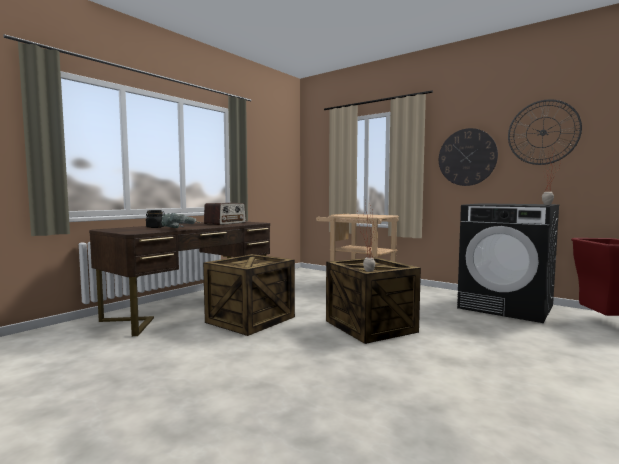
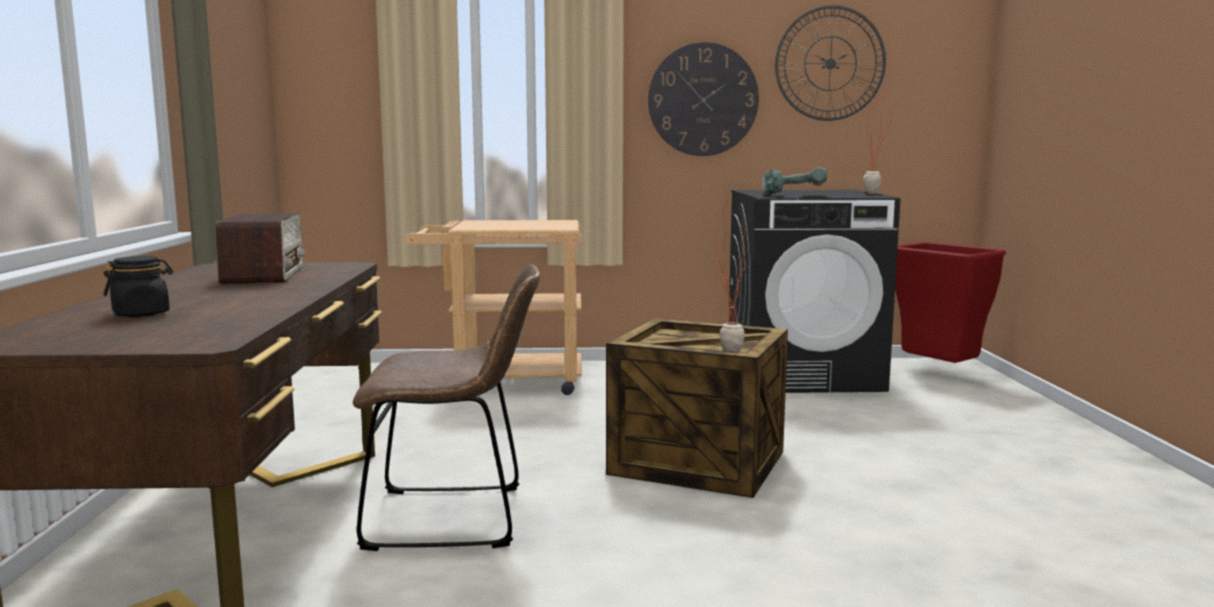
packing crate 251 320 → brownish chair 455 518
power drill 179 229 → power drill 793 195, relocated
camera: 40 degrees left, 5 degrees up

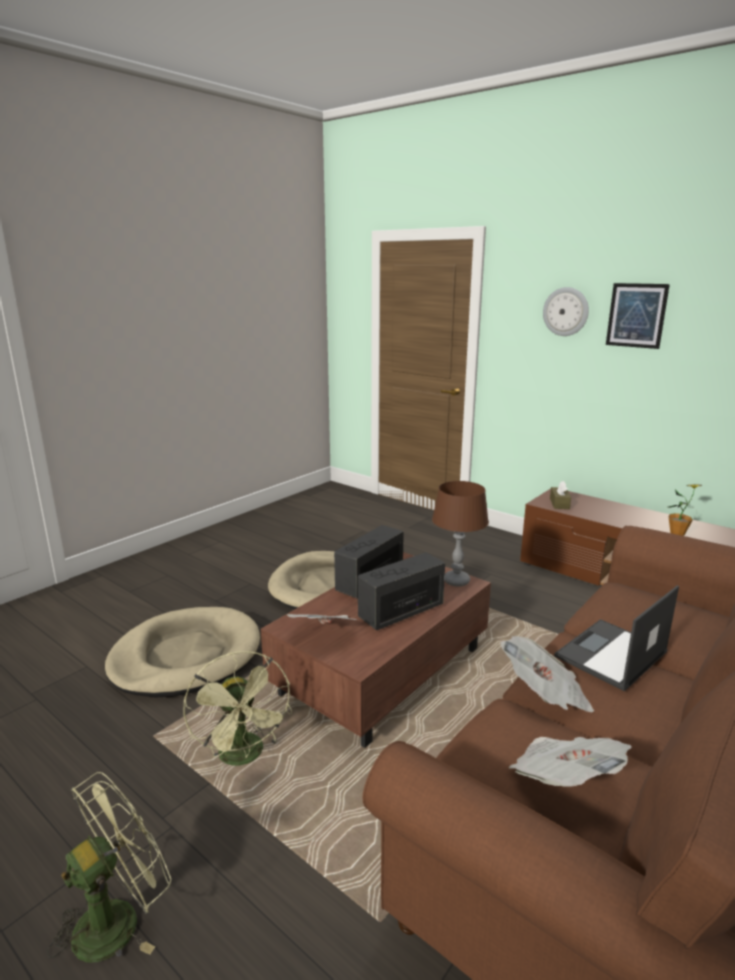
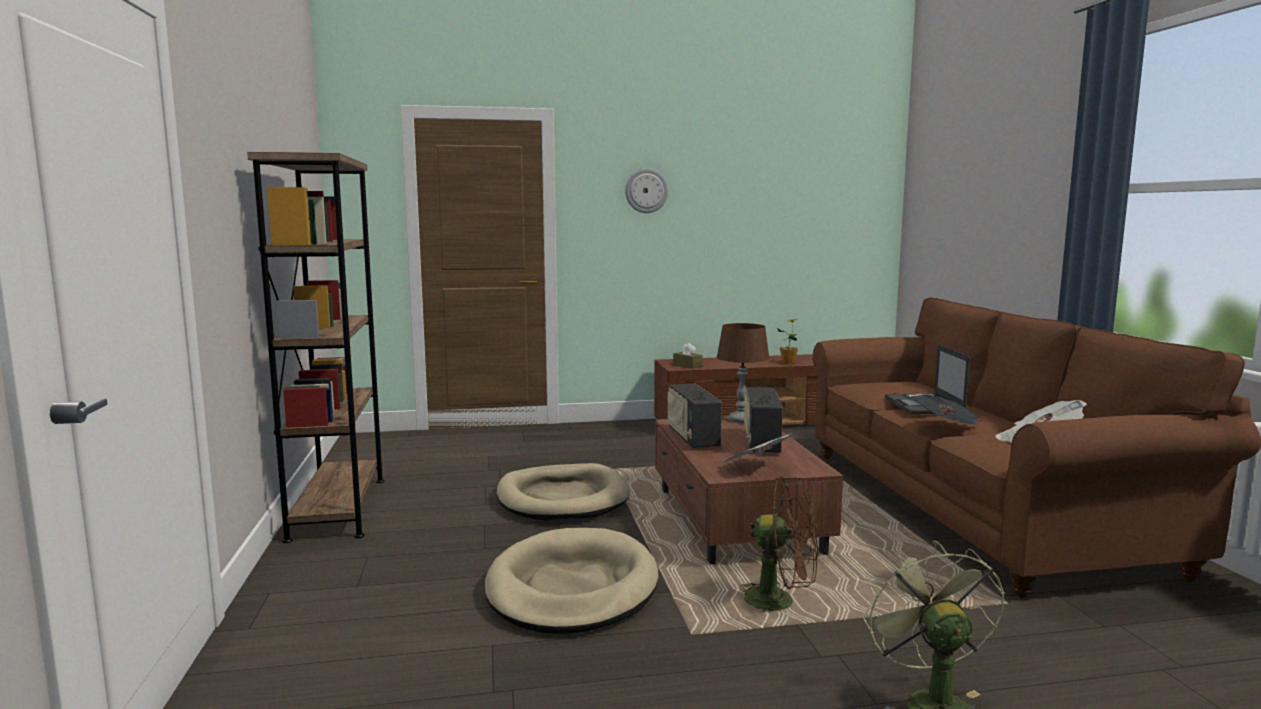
- → brownish shelving unit 338 508
green fan 245 757 → brownish fan 780 601
picture 636 315 → -
camera: 50 degrees left, 10 degrees down

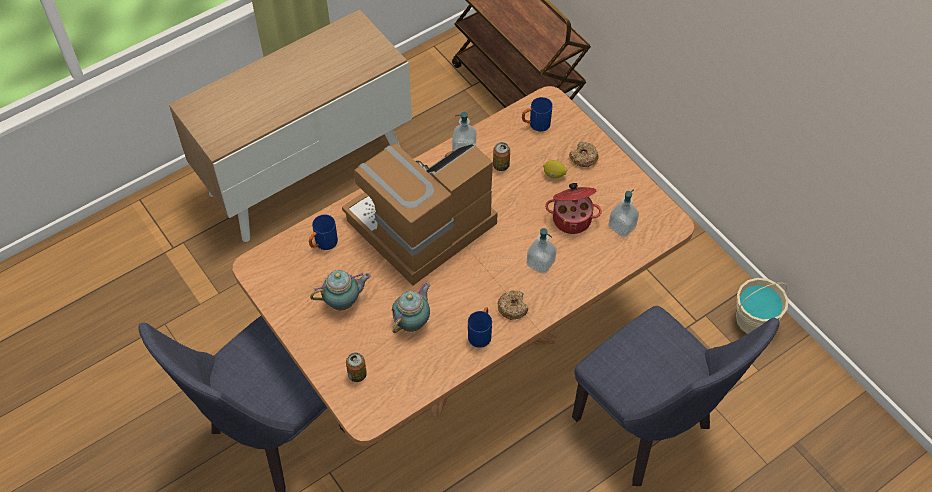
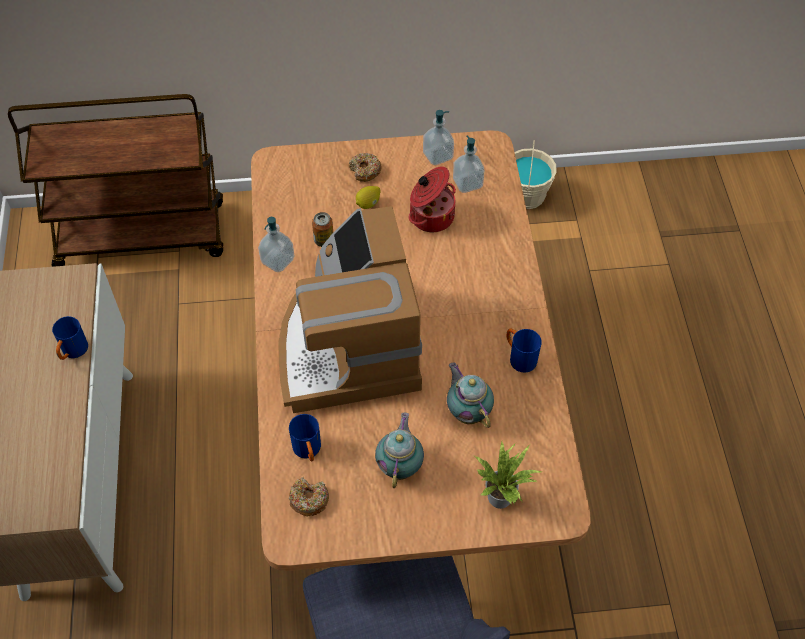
blue tea mug 535 125 → blue tea mug 73 352, relocated
donut 512 307 → donut 309 499, relocated
soap bottle 540 263 → soap bottle 438 156, relocated
metal can 357 374 → houseplant 502 496
blue chair 649 430 → -
camera: 60 degrees left, 0 degrees up

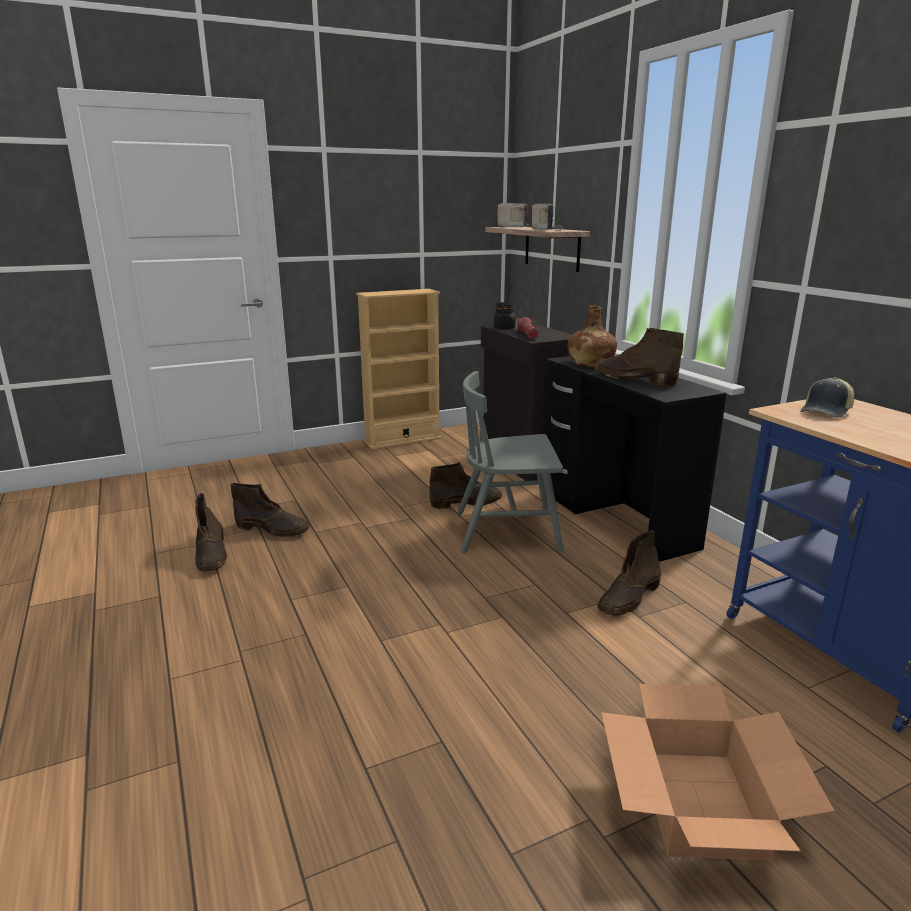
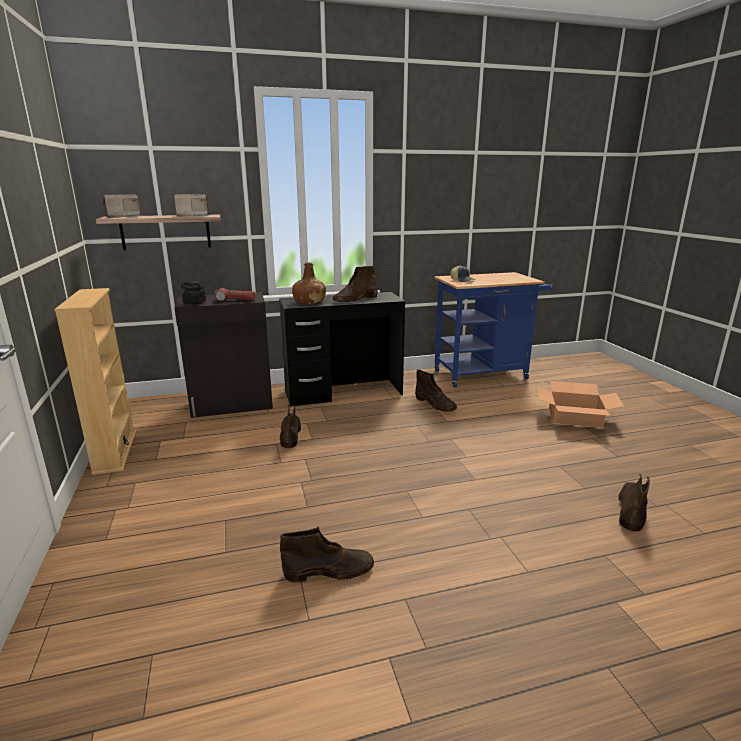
brownish tall boot 273 529 → brownish tall boot 631 509, relocated
greyish chair 508 531 → -
camera: 80 degrees left, 0 degrees up

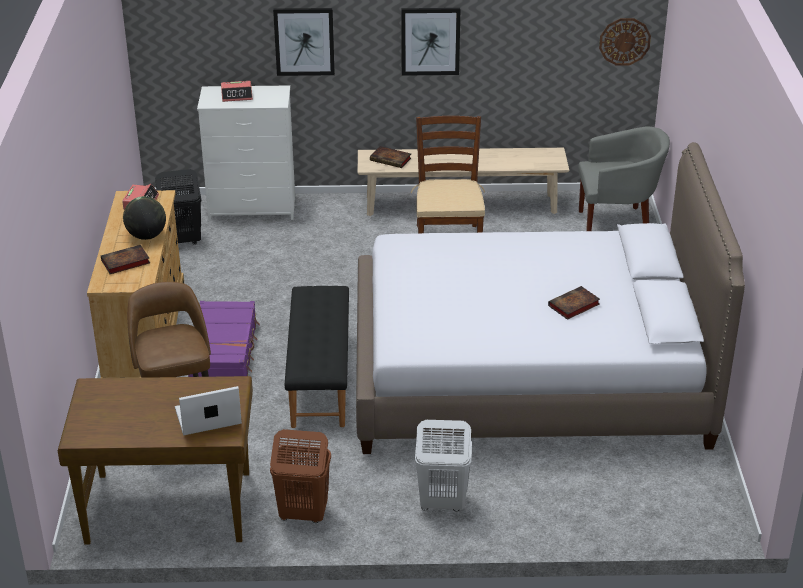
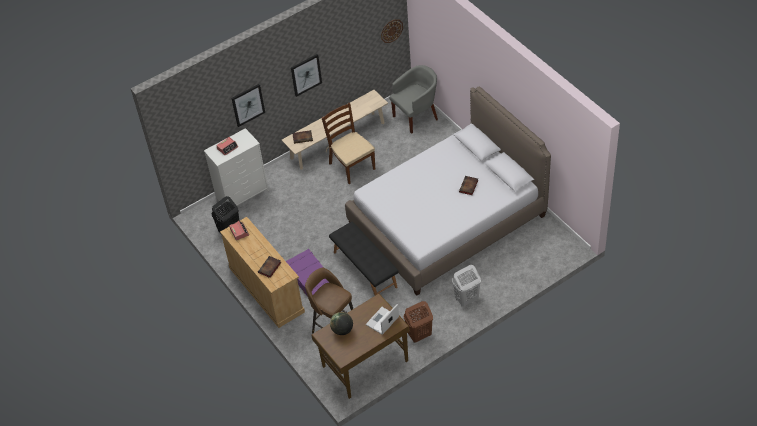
world globe 147 236 → world globe 342 330, relocated
camera: 30 degrees left, 15 degrees up

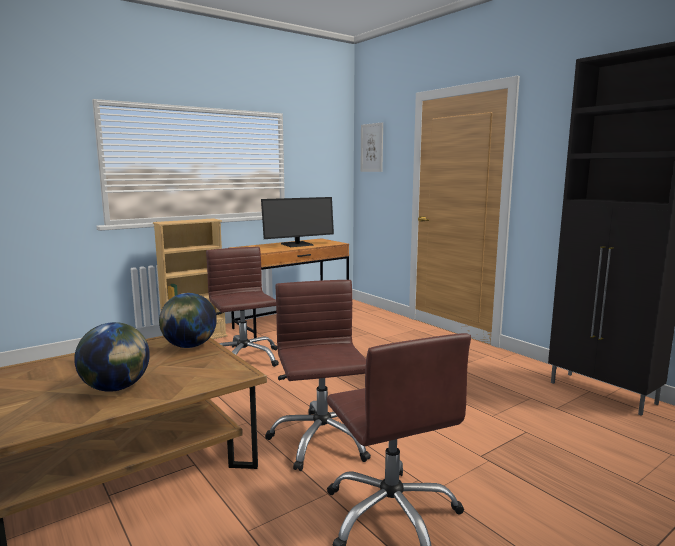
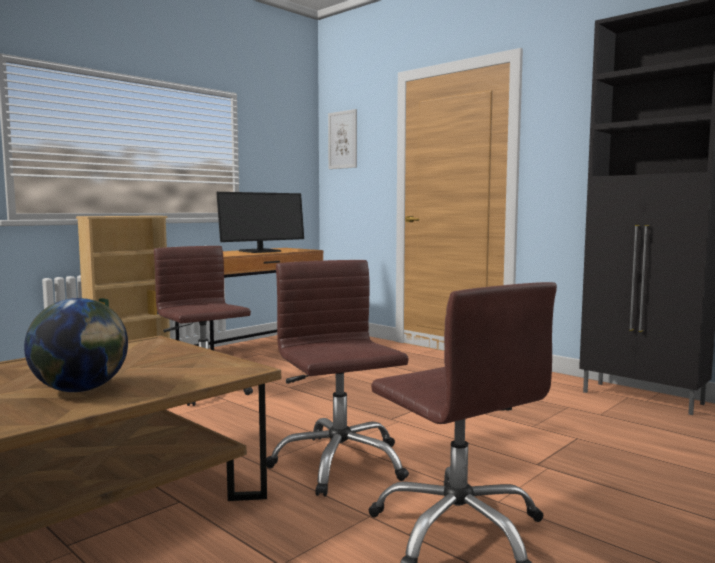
world globe 189 346 → -
camera: 10 degrees left, 5 degrees down

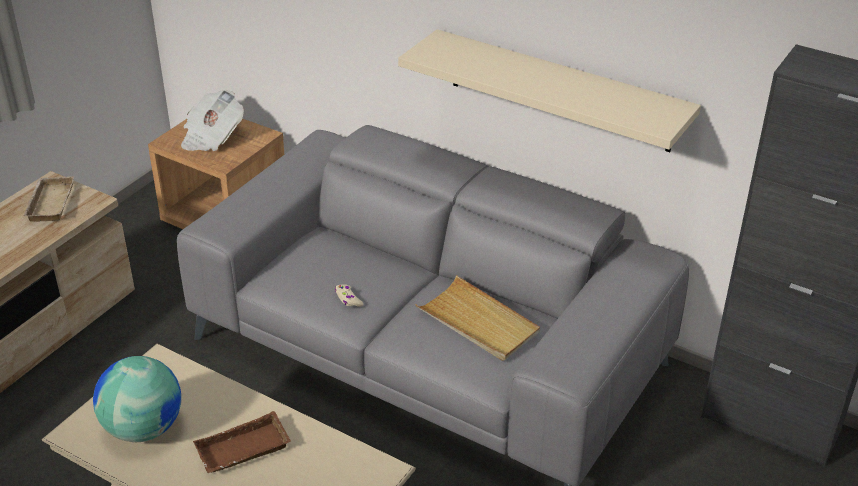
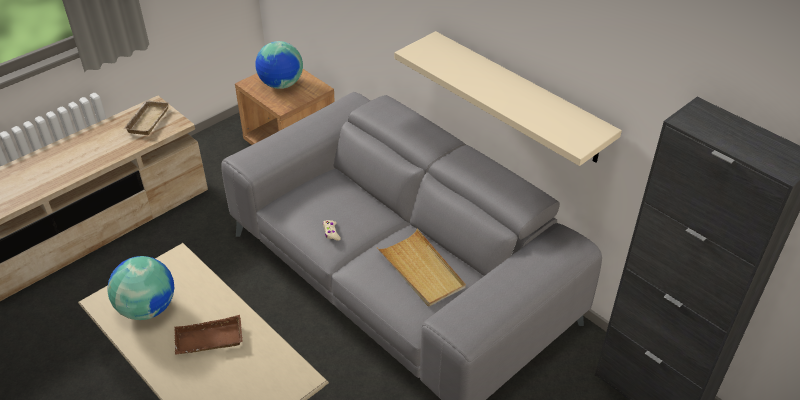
newspaper 212 137 → world globe 281 85
camera: 15 degrees right, 5 degrees up

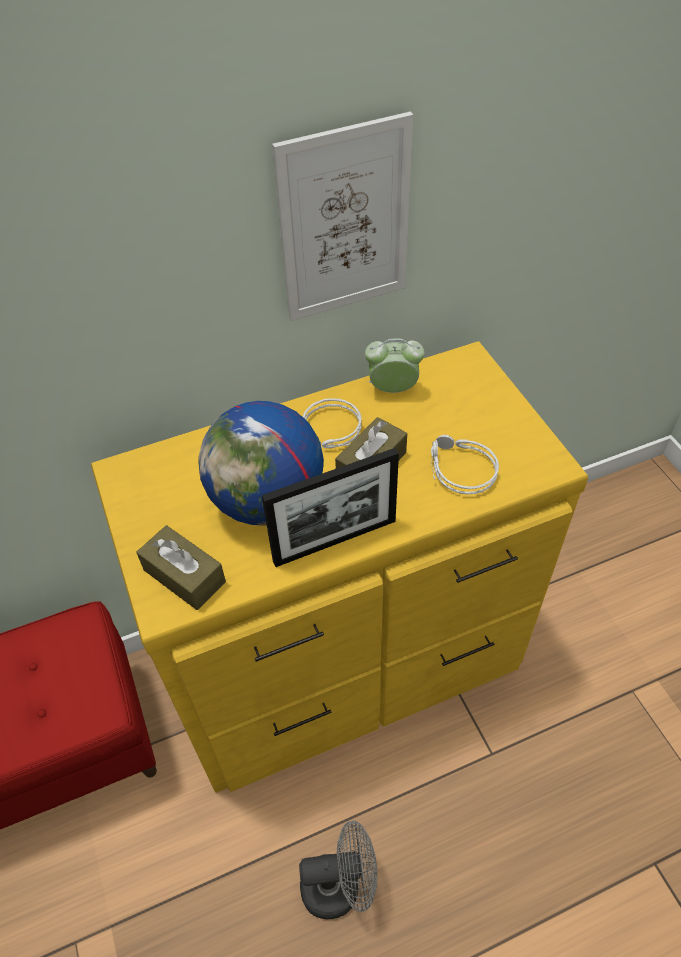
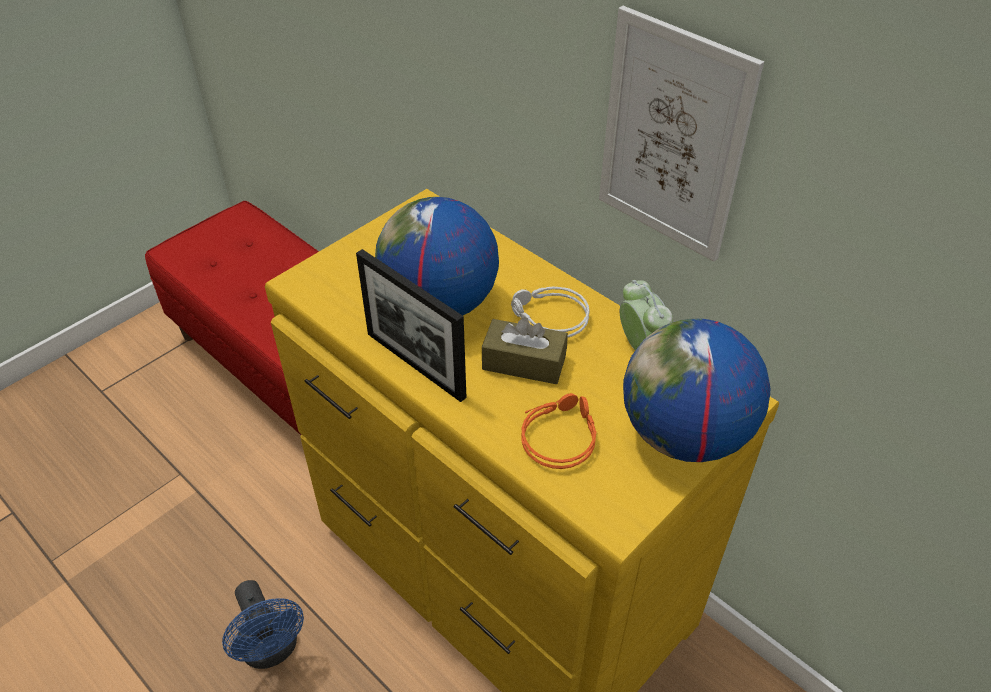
greyish fan 340 885 → blue fan 272 650
greyish headphones 459 469 → orange headphones 558 435
- → world globe 684 435
brownish box of tissues 184 576 → -
camera: 65 degrees right, 5 degrees down

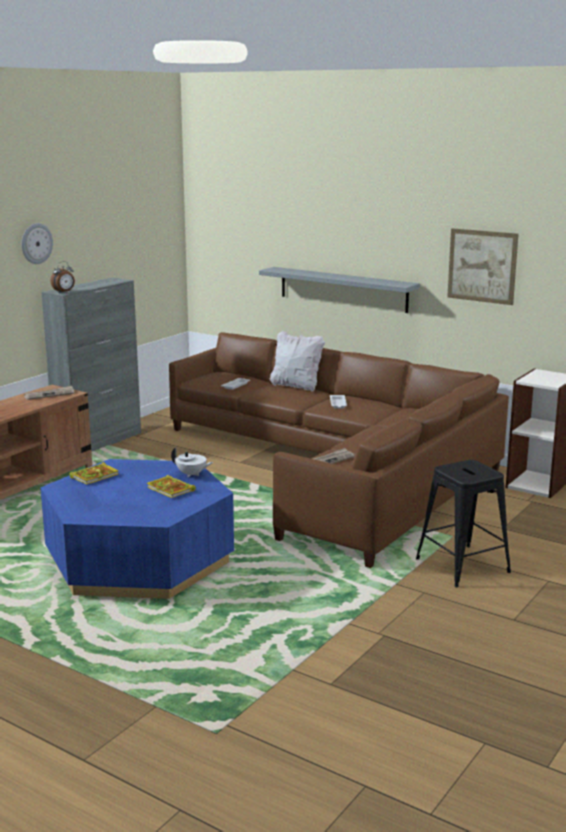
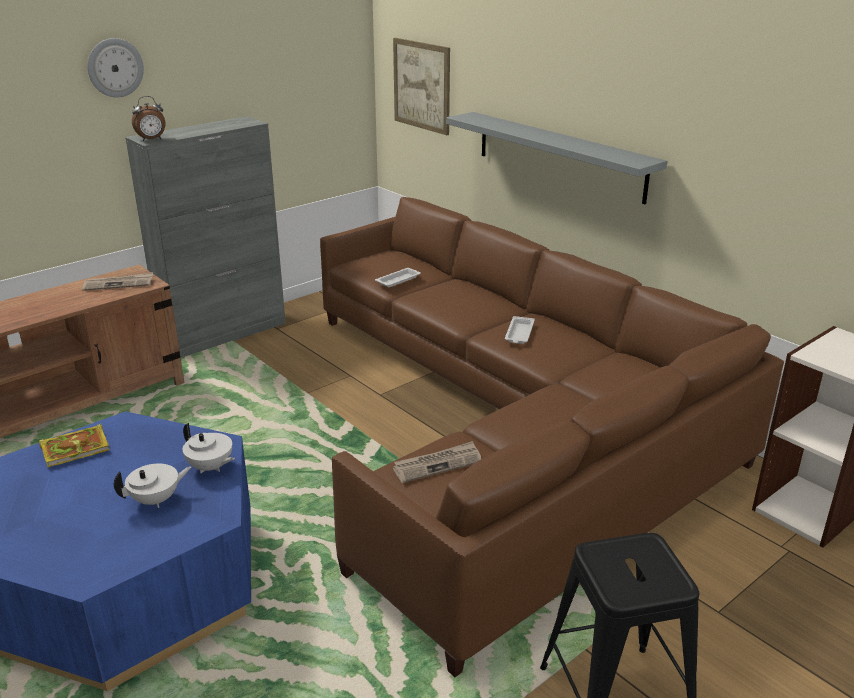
book 171 489 → whitish teapot 156 500
picture 482 266 → picture 422 85, relocated
whitish pillow 296 386 → -
camera: 15 degrees right, 10 degrees up

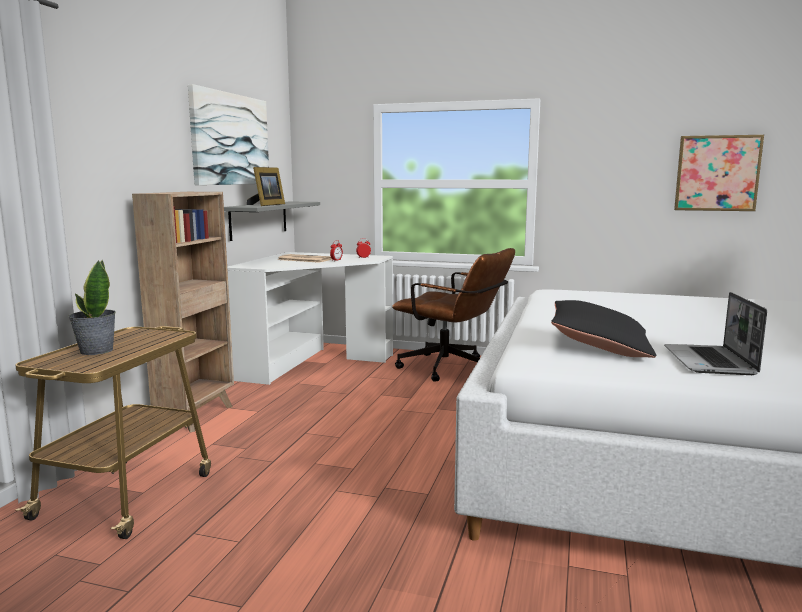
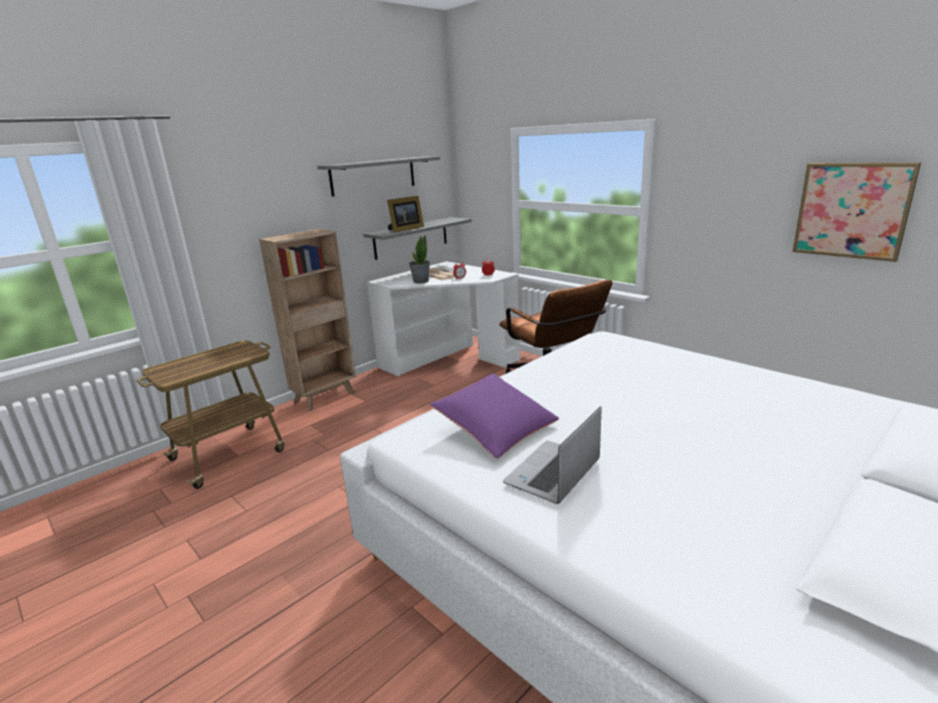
picture 230 139 → greyish bracket shelf 373 176
houseplant 96 351 → houseplant 420 281, relocated
blackish pillow 599 346 → purple-coloured pillow 495 429
camera: 30 degrees right, 10 degrees up

